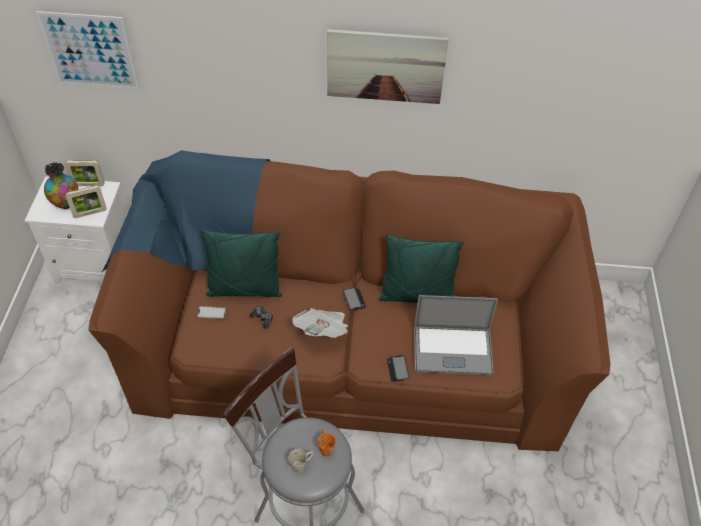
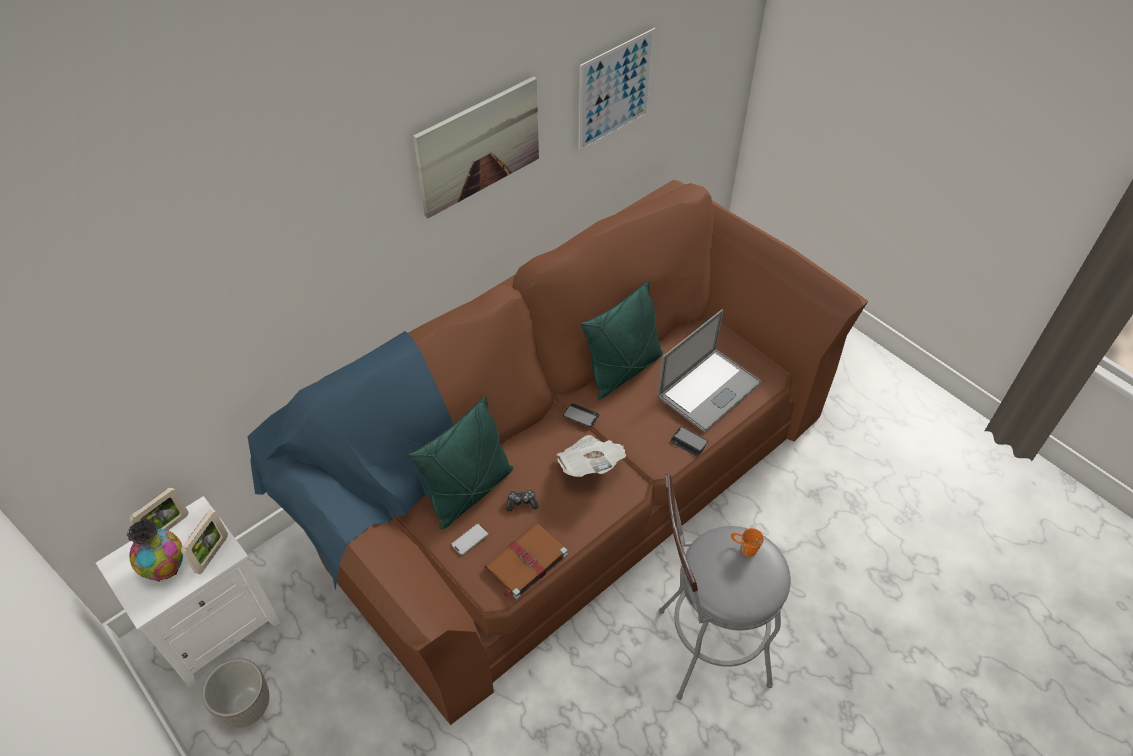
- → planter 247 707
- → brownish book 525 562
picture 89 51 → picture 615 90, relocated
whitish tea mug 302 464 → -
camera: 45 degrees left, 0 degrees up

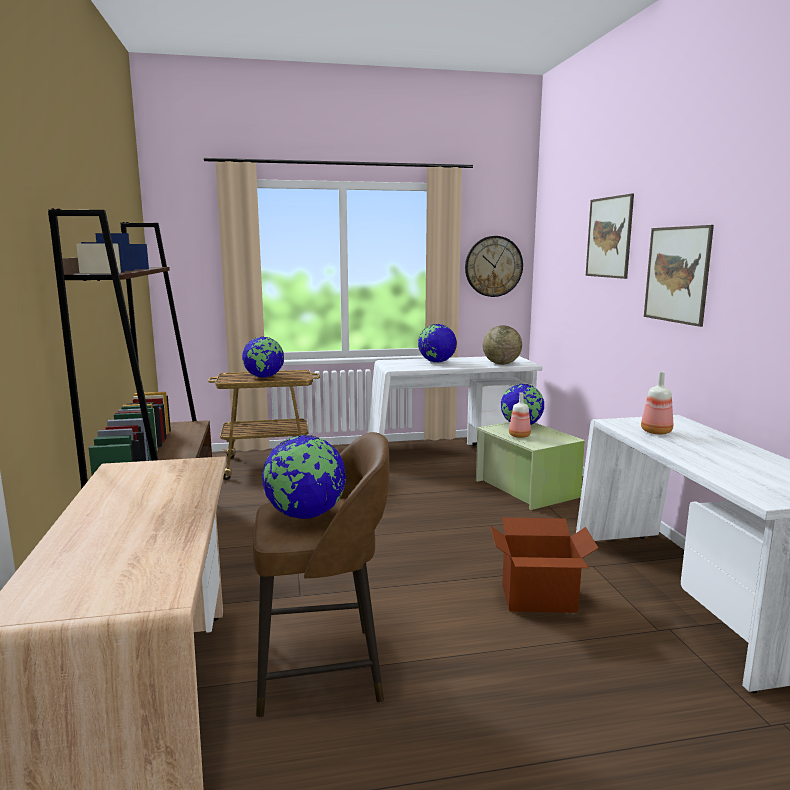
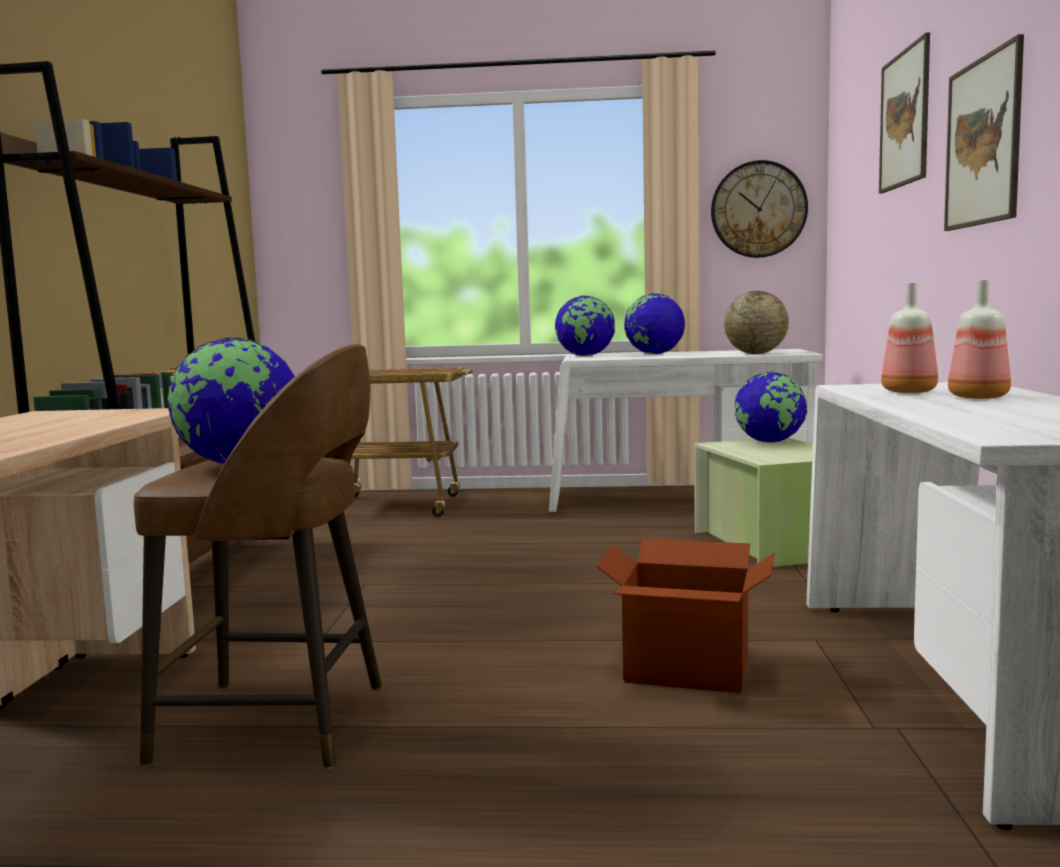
world globe 264 377 → world globe 585 356, relocated
drink bottle 520 436 → drink bottle 980 397, relocated
camera: 15 degrees right, 5 degrees down

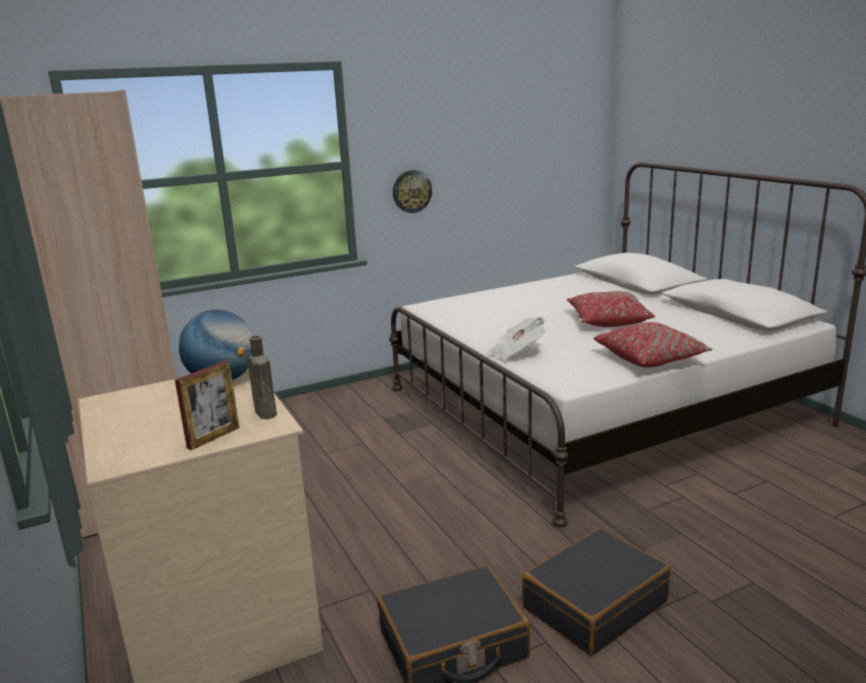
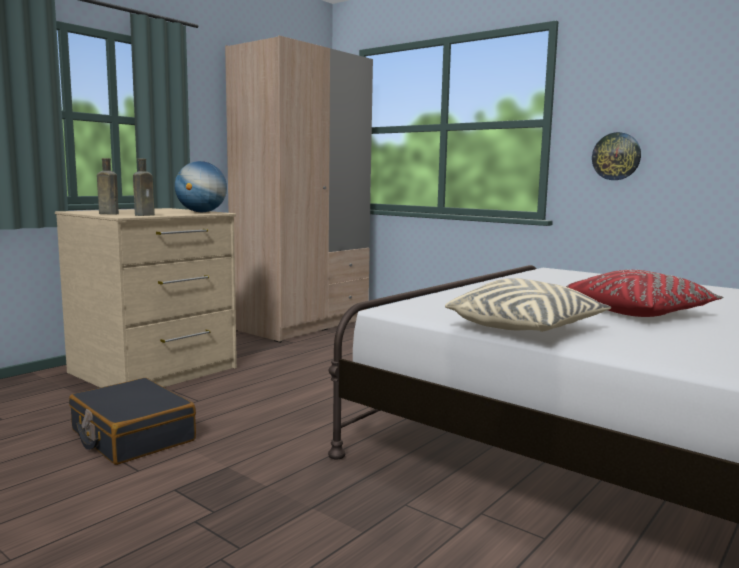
standing frame 213 437 → brownish drink bottle 107 214
reddish pillow 650 358 → beige-coloured pillow 526 329
newspaper 516 352 → -
blackish piece of luggage 594 604 → -
camera: 65 degrees right, 10 degrees down

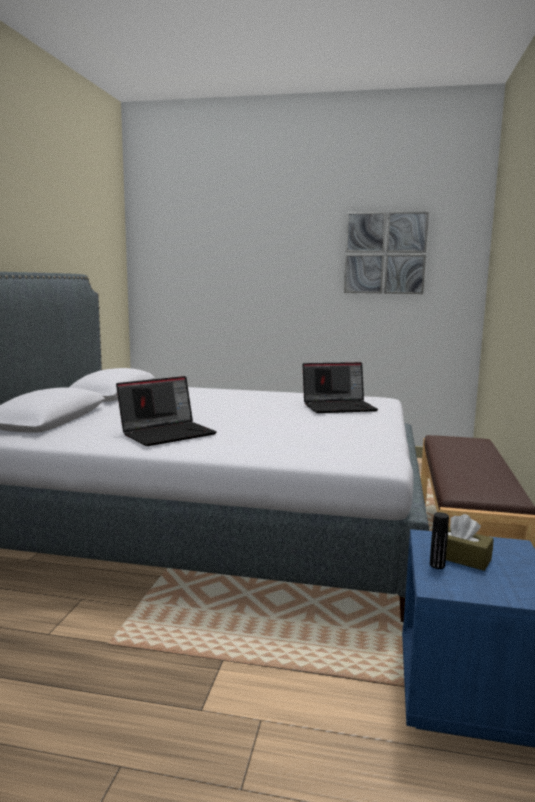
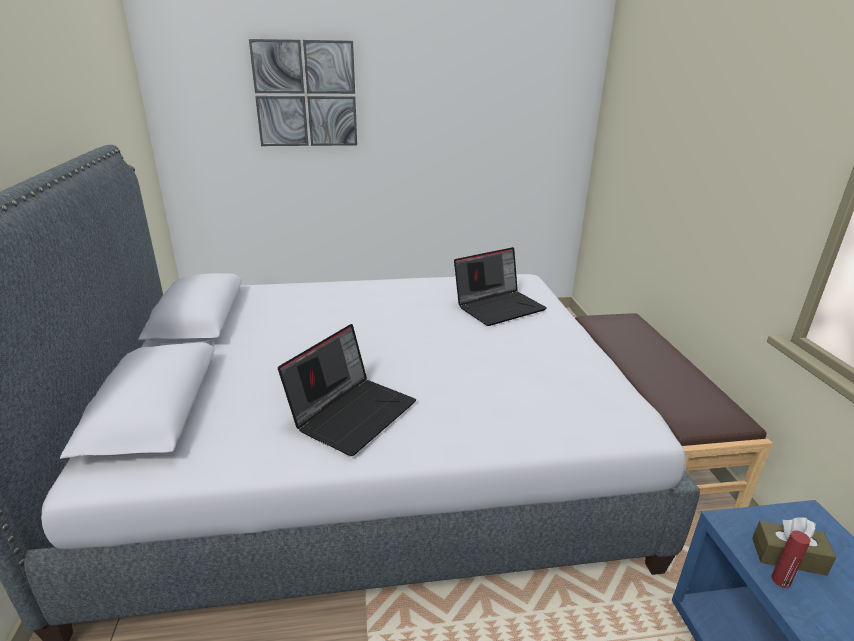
picture 385 253 → picture 306 94, relocated
blackish drink bottle 437 565 → reddish drink bottle 780 580
camera: 20 degrees left, 15 degrees up

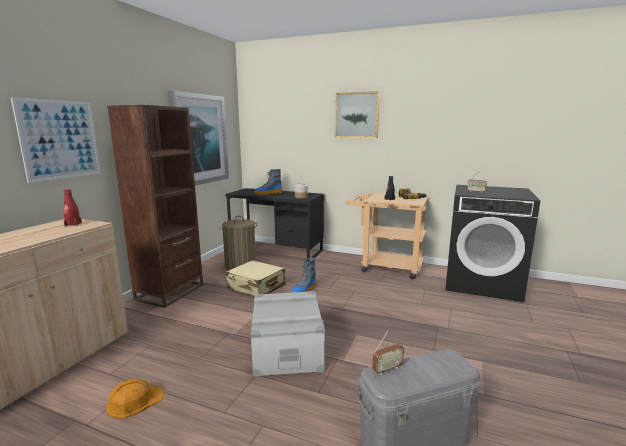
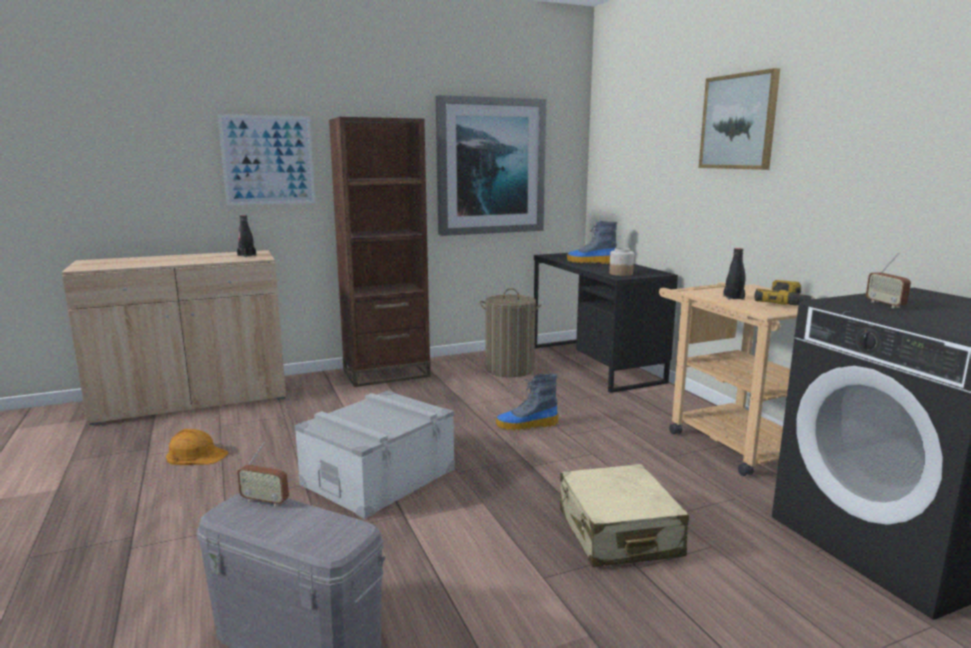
reddish drink bottle 73 224 → blackish drink bottle 247 255
beige-coloured piece of luggage 256 287 → beige-coloured piece of luggage 618 533, relocated
camera: 45 degrees right, 0 degrees up

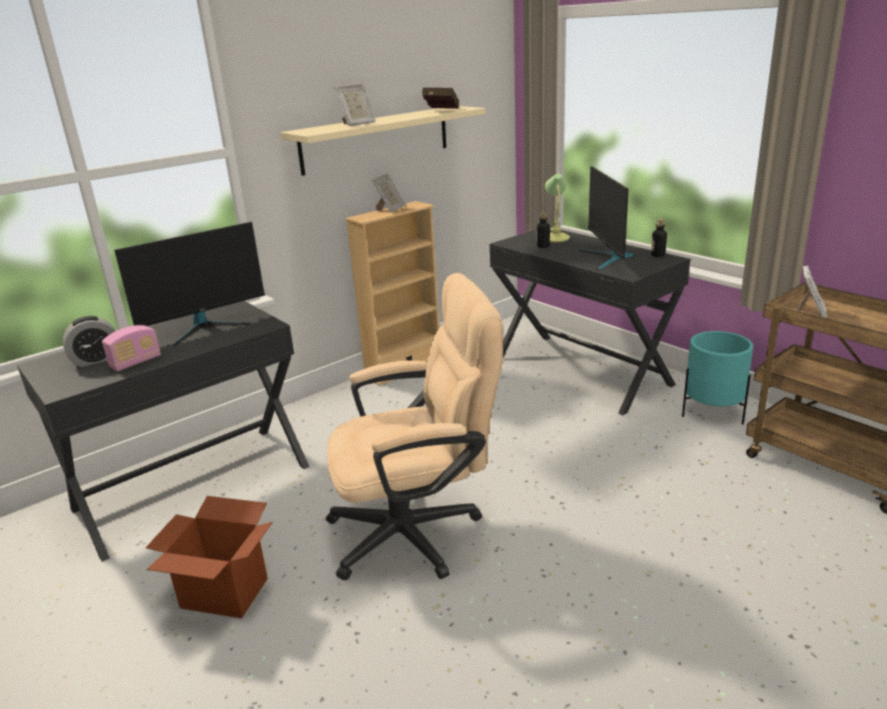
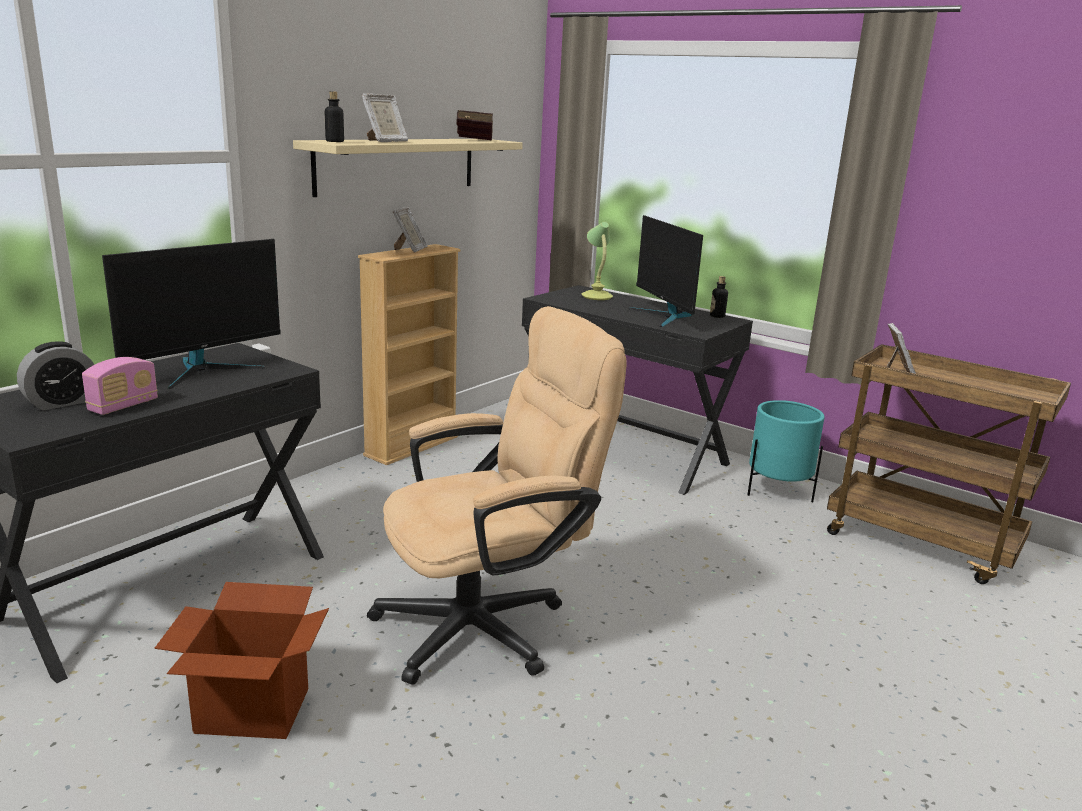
drink bottle 543 246 → drink bottle 335 141, relocated
camera: 15 degrees left, 5 degrees down

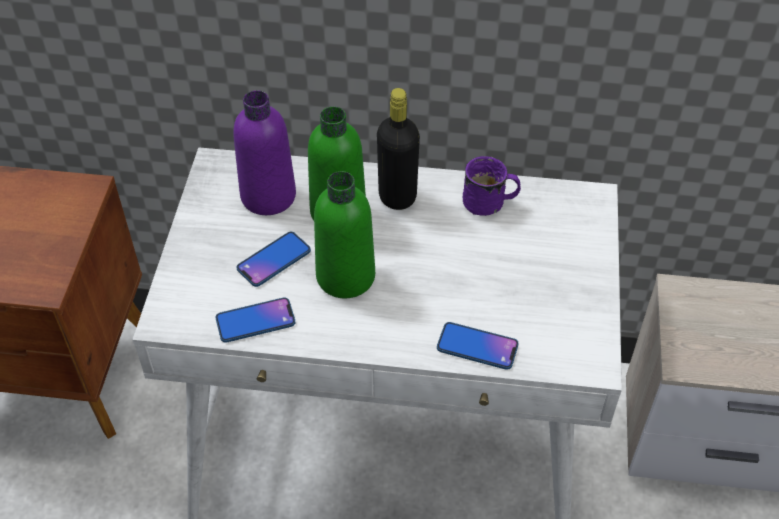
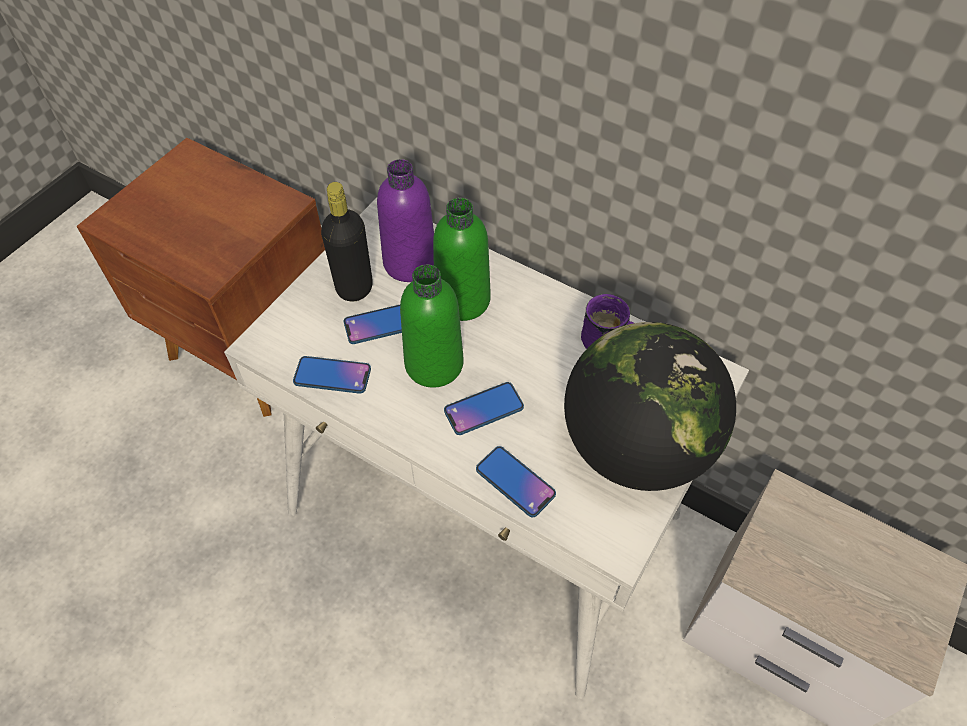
blackish drink bottle 397 196 → blackish drink bottle 354 287, relocated
- → handset 484 409
- → world globe 635 446
camera: 25 degrees right, 5 degrees up

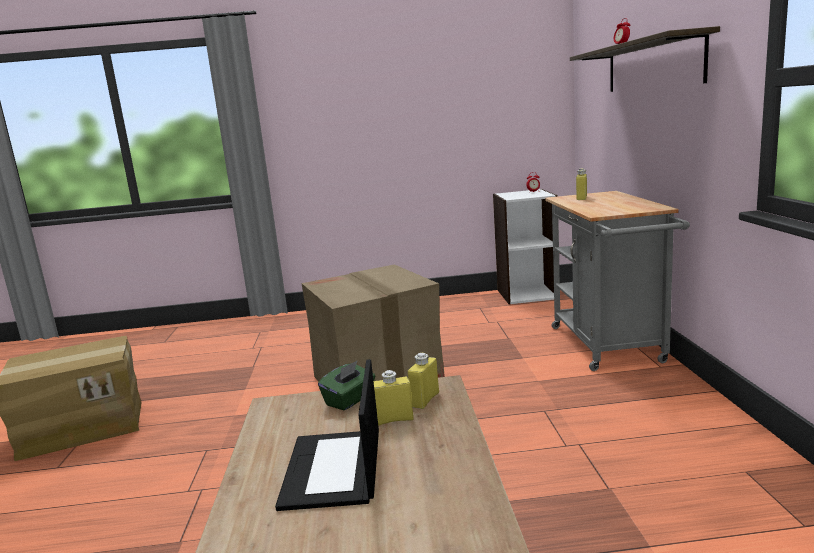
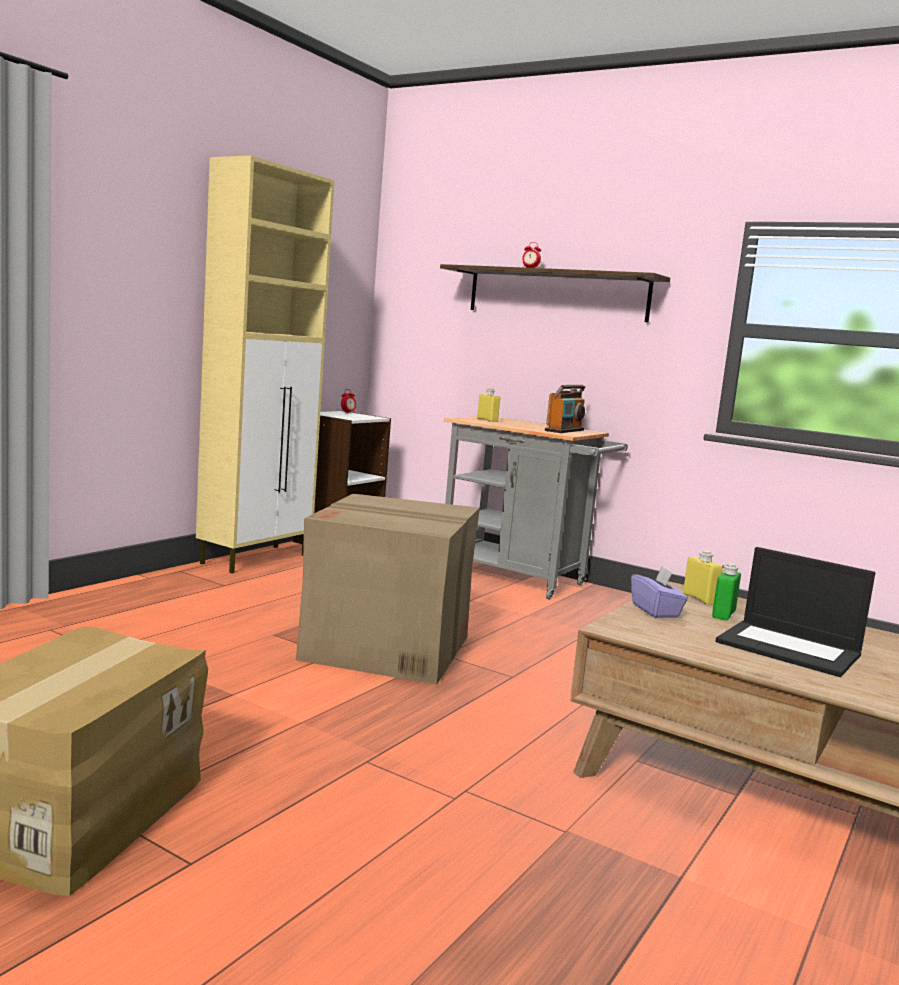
- → beige-coloured storage cabinet 256 559
- → radio 564 430
green box of tissues 350 400 → purple-coloured box of tissues 656 611
yellow drink bottle 393 420 → green drink bottle 723 614
camera: 55 degrees left, 5 degrees down

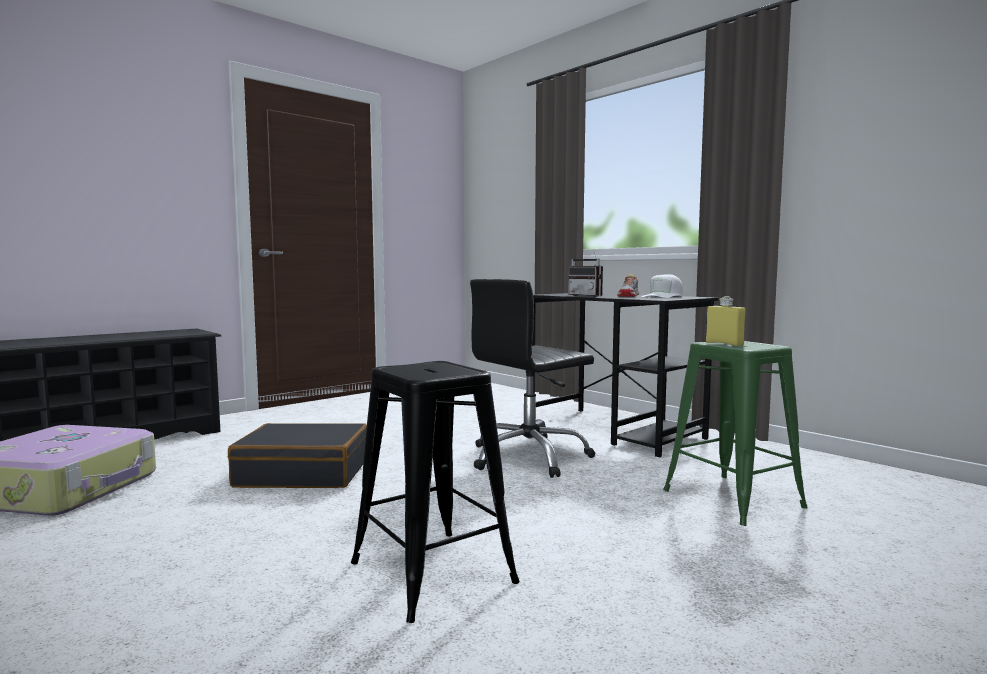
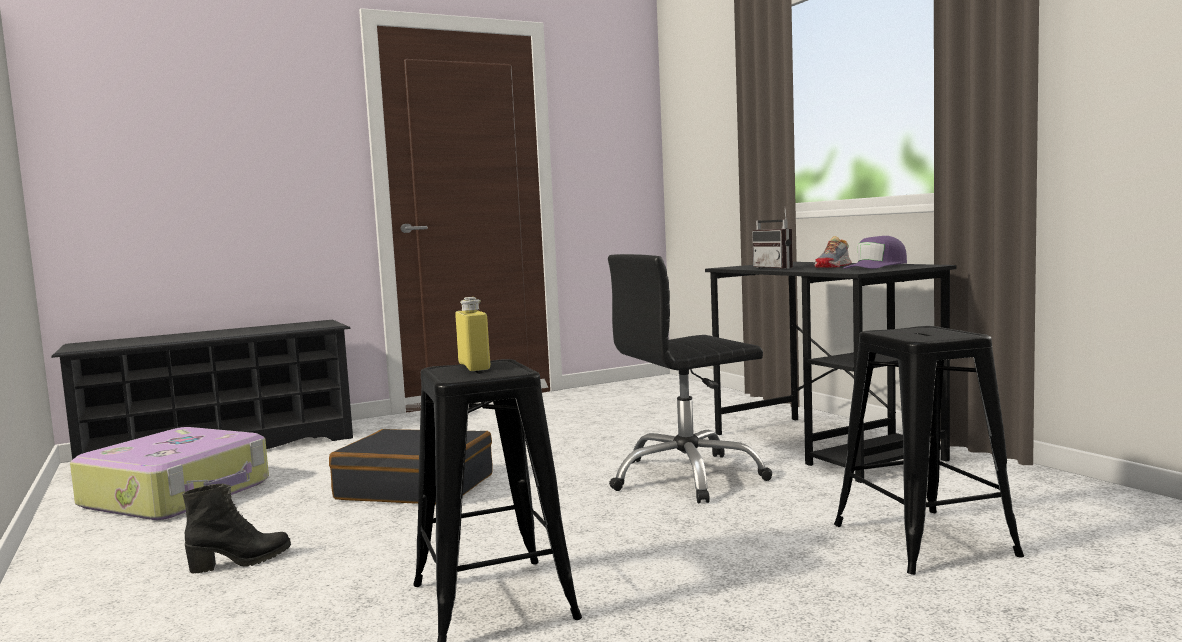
- → blackish tall boot 241 562
yellow drink bottle 724 344 → yellow drink bottle 474 367, relocated
green stool seat 732 499 → blackish stool seat 923 540
whitish cap 663 296 → purple-coloured cap 876 266
camera: 15 degrees right, 0 degrees up

